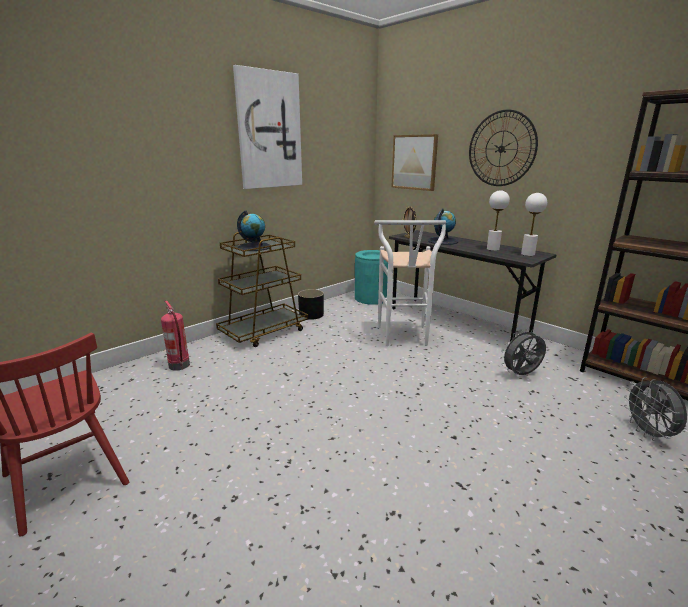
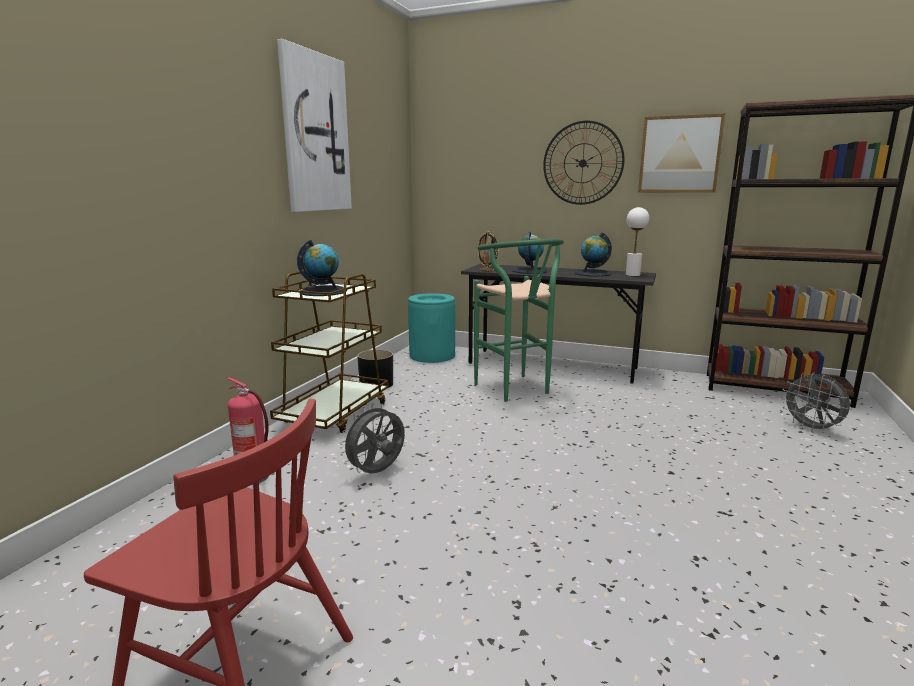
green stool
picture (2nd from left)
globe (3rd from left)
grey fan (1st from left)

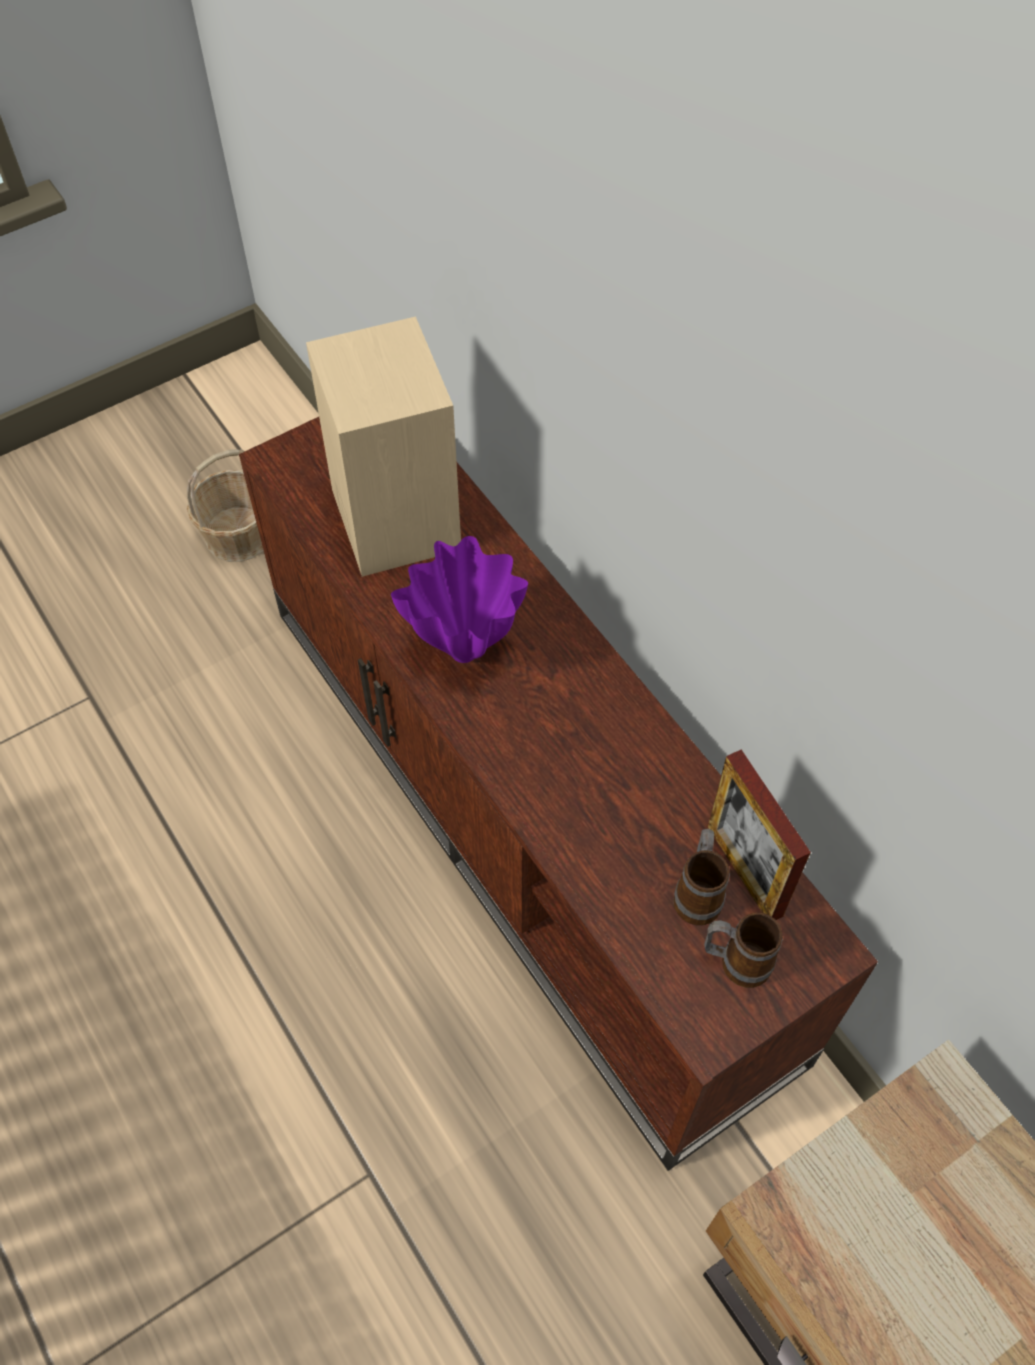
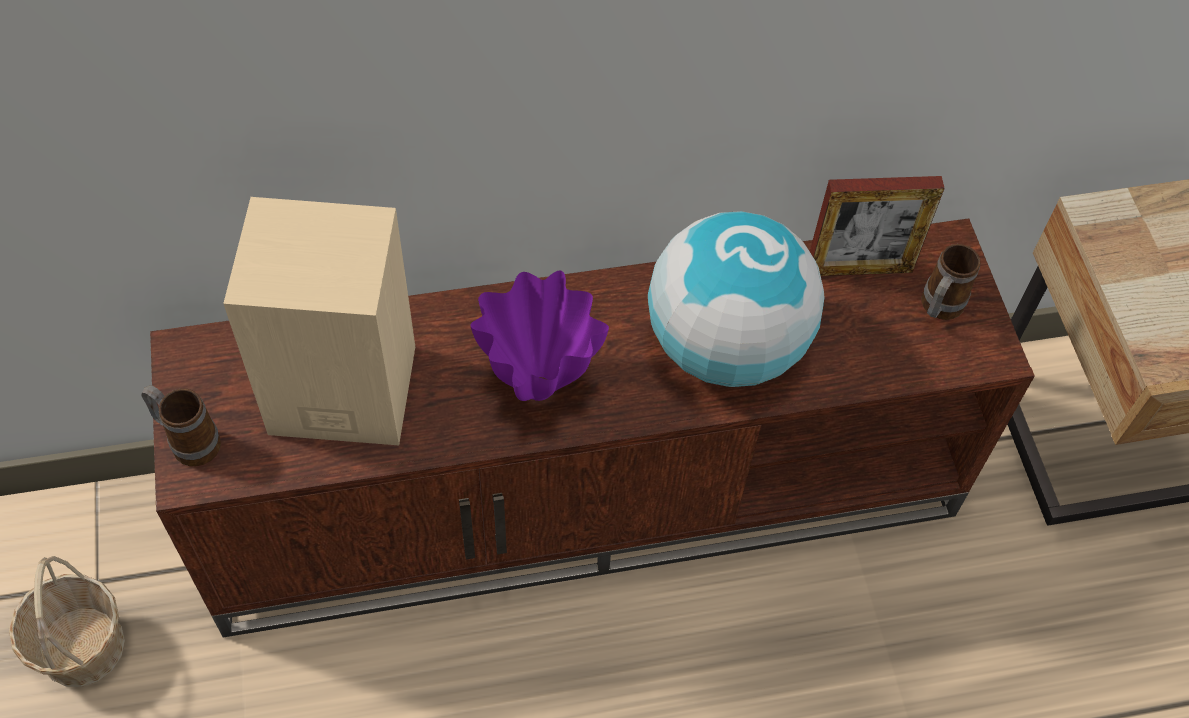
mug (1st from left)
globe

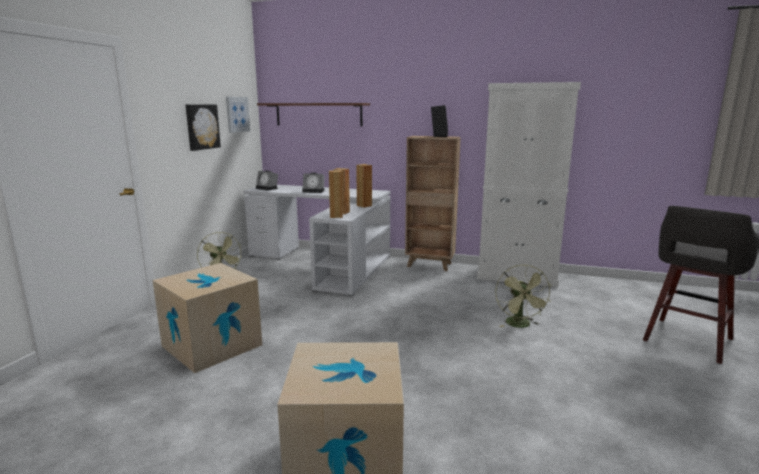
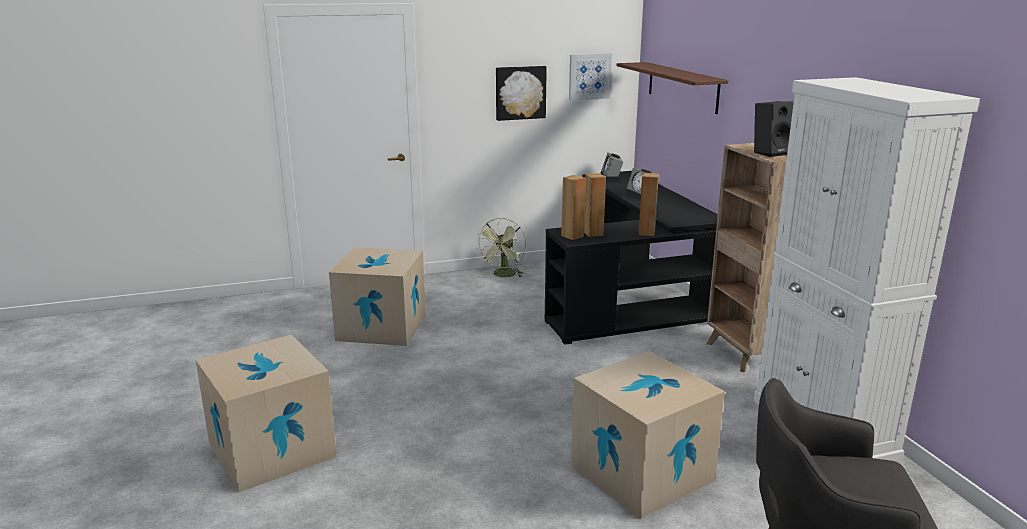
black desk
cardboard box (3rd from left)

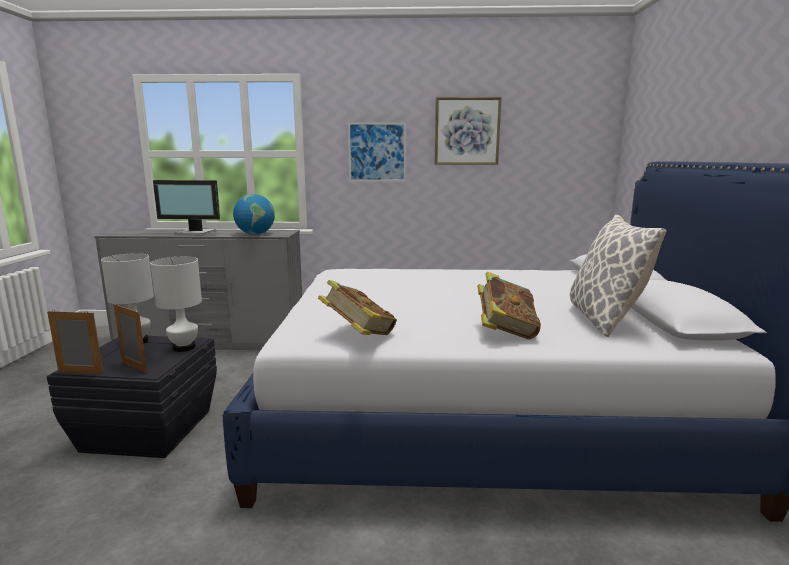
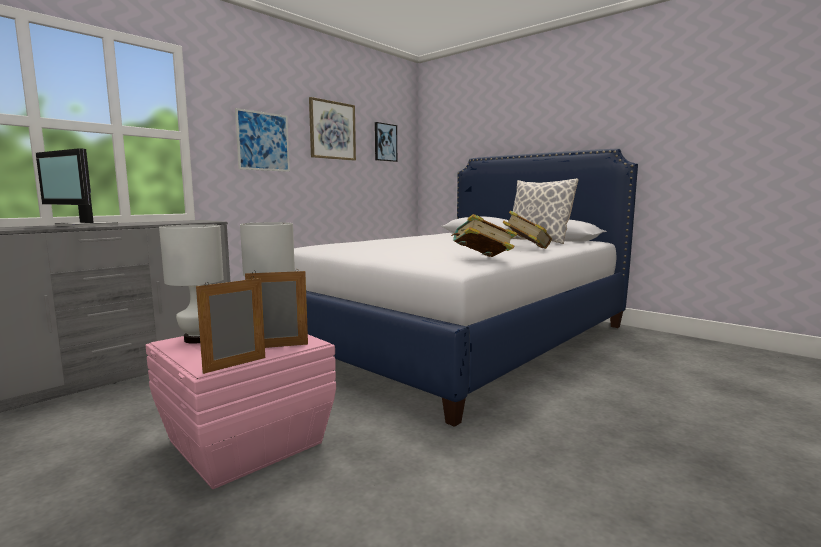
pink storage box
monitor
globe
picture (3rd from left)

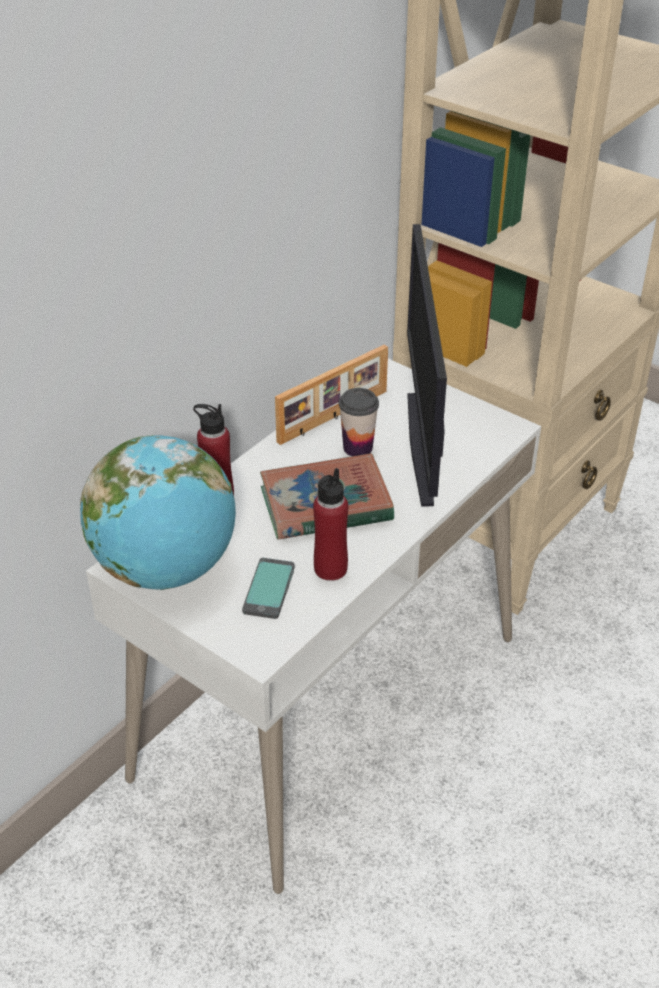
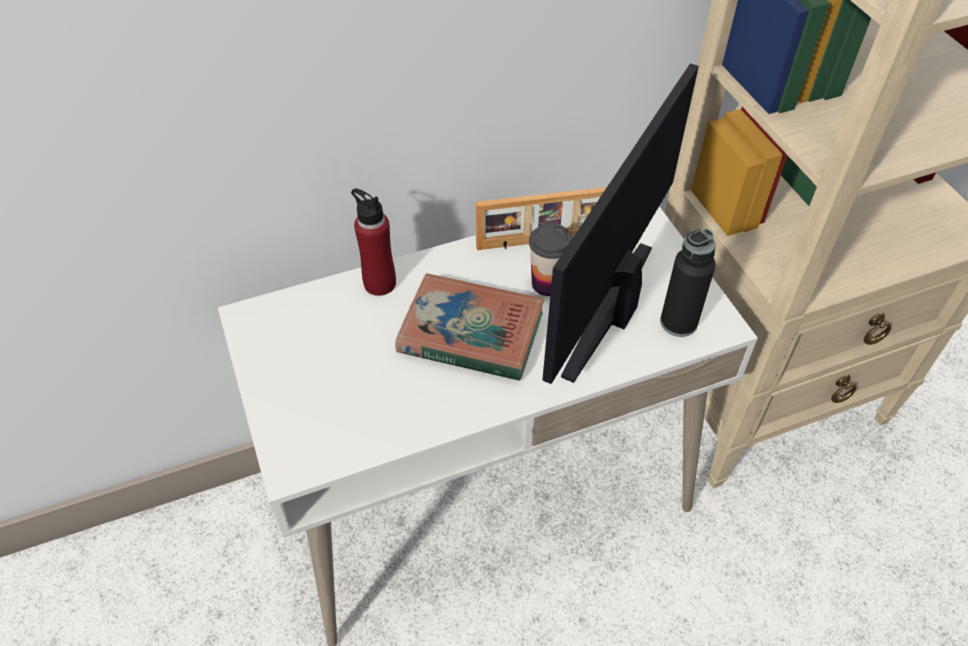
globe
phone
red bottle (2nd from left in the first image)
black bottle

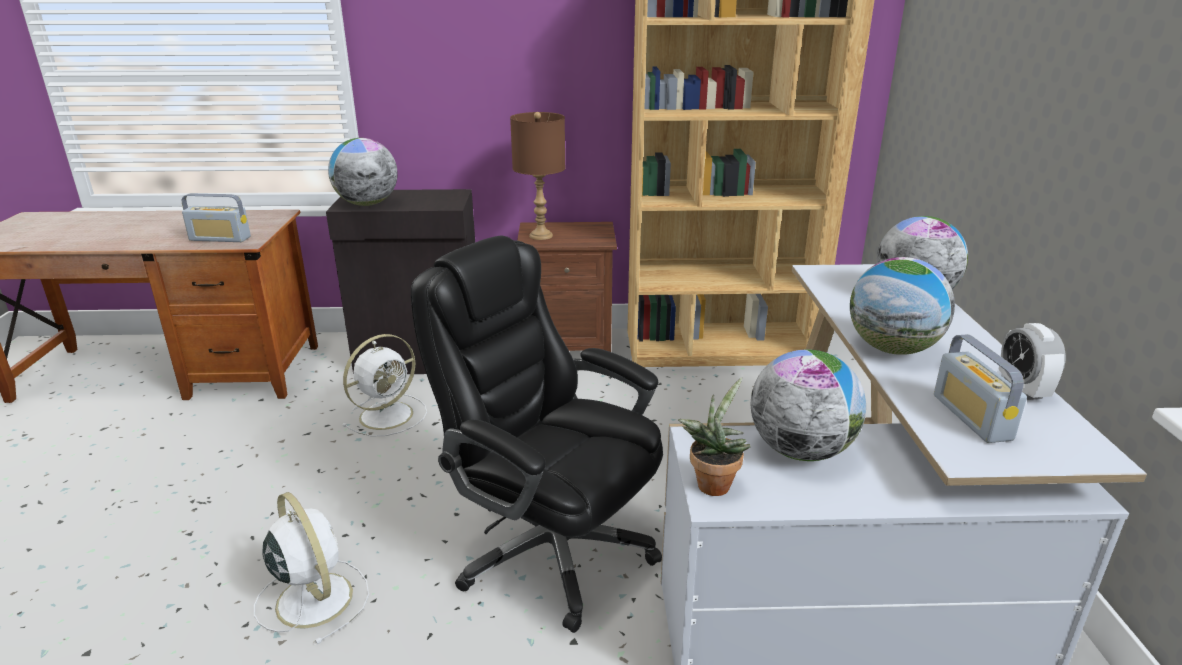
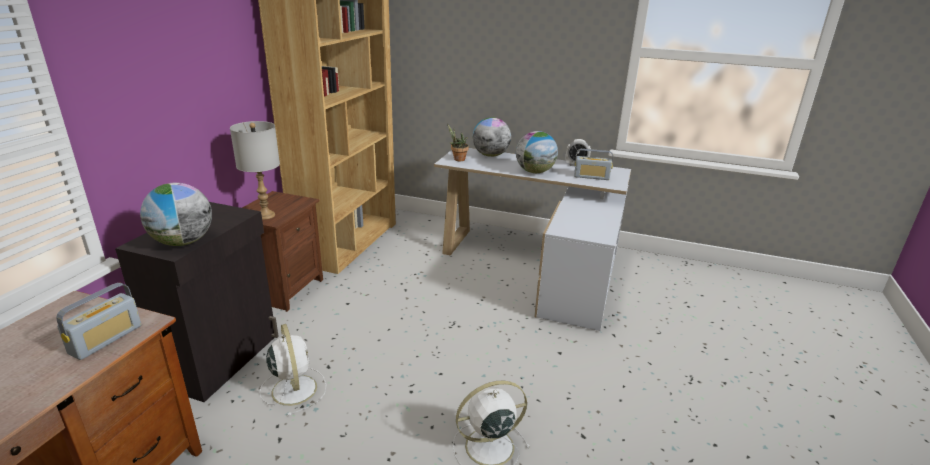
black office chair
grey table lamp
potted plant
globe (2nd from left in the first image)

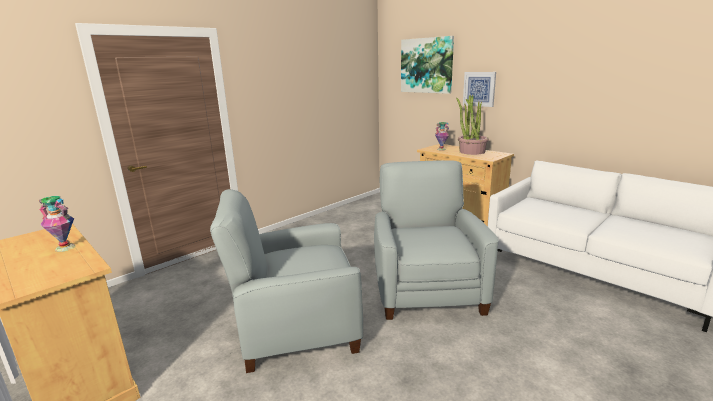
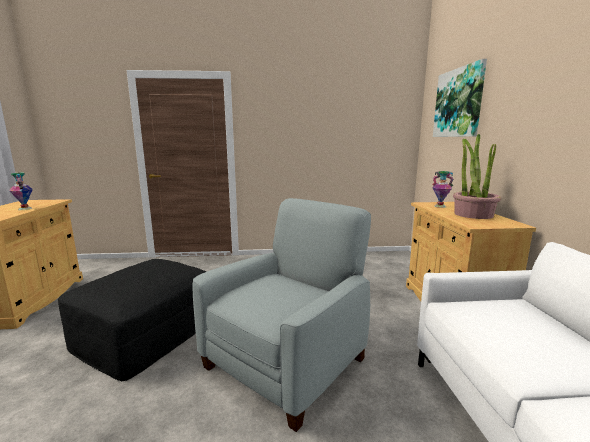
black ottoman
picture (2nd from left in the first image)

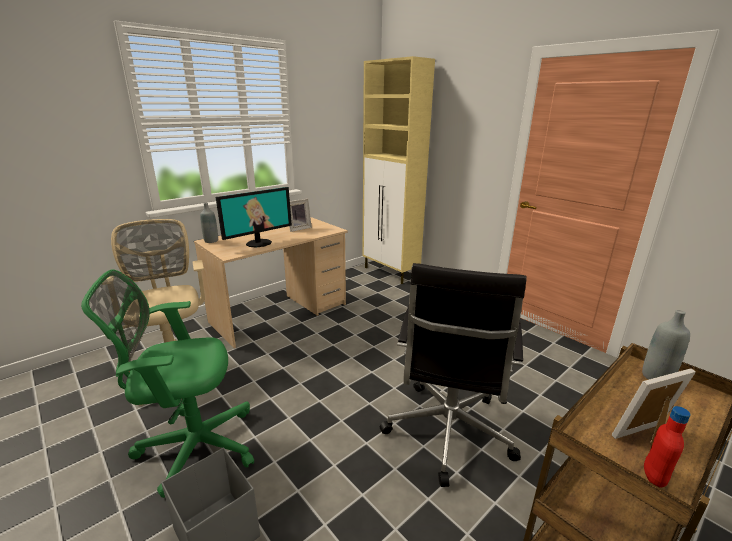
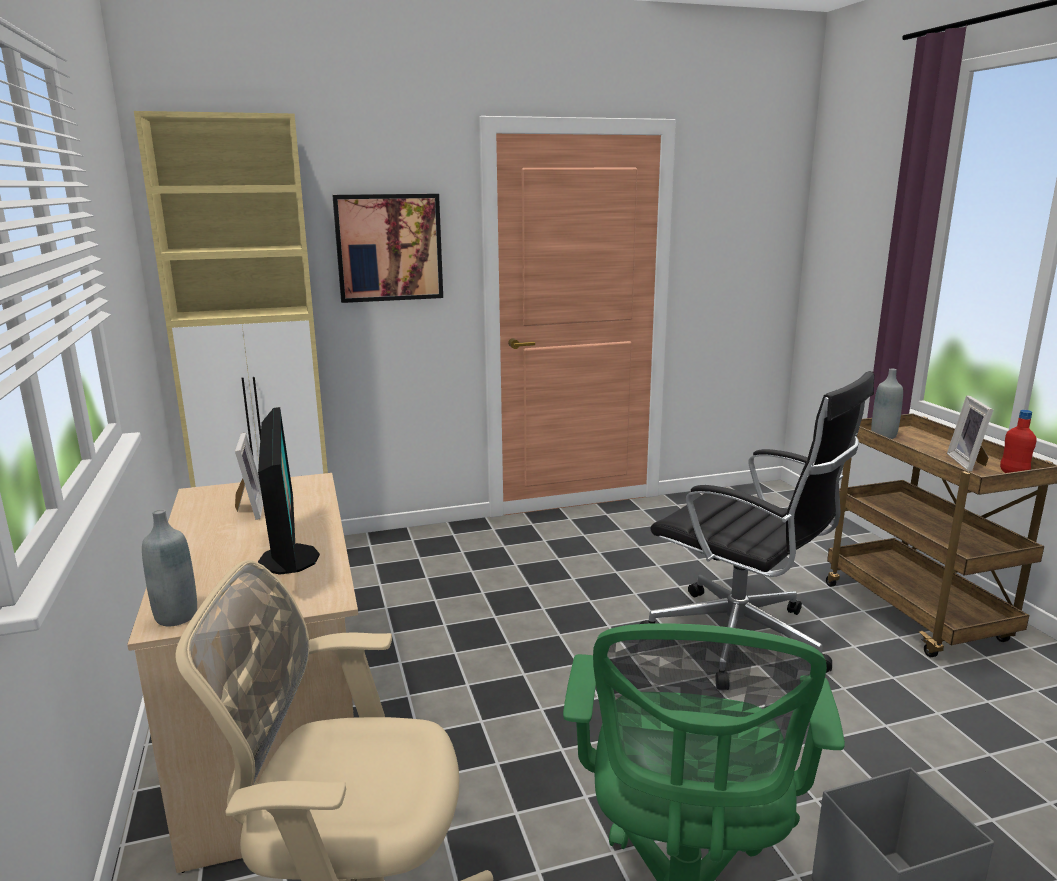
picture

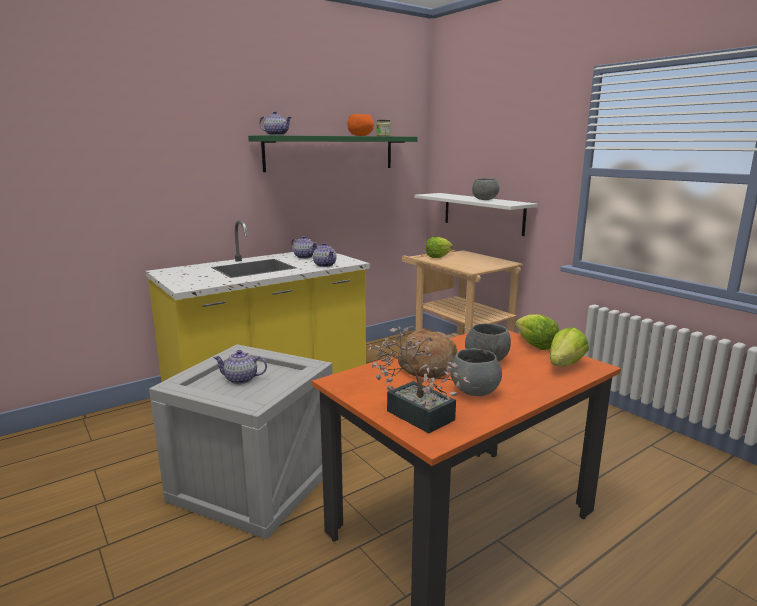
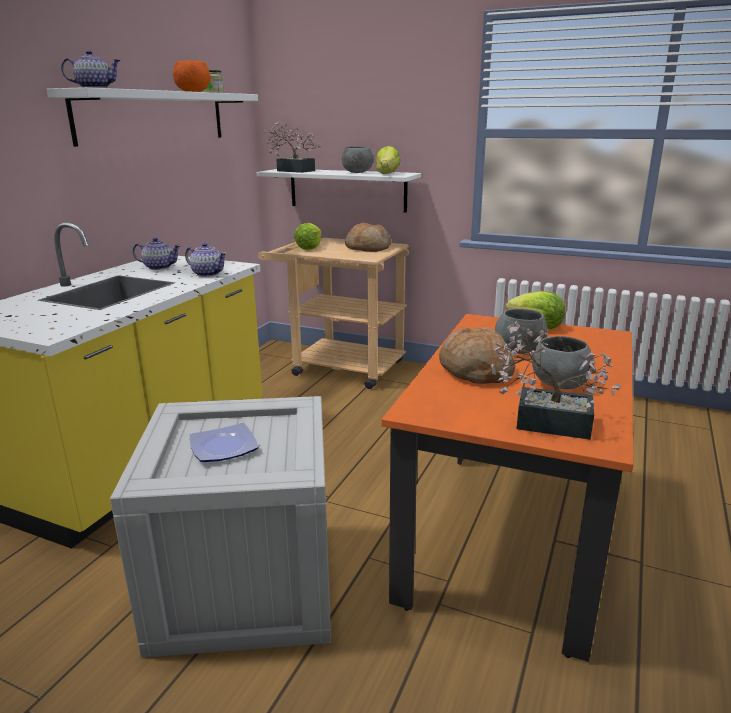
plate
white shelf (1st from left)
lettuce (2nd from left)
potted plant (1st from left)
bread (1st from left)

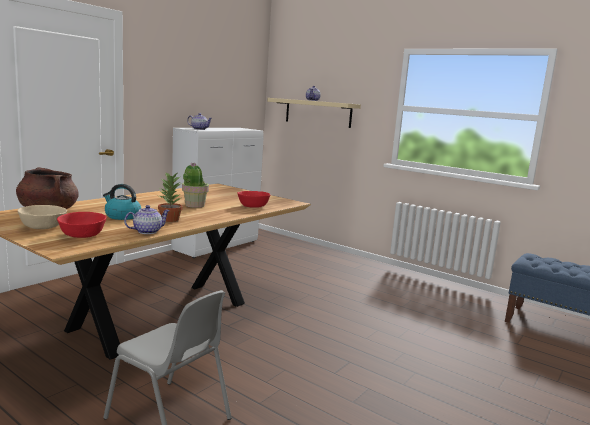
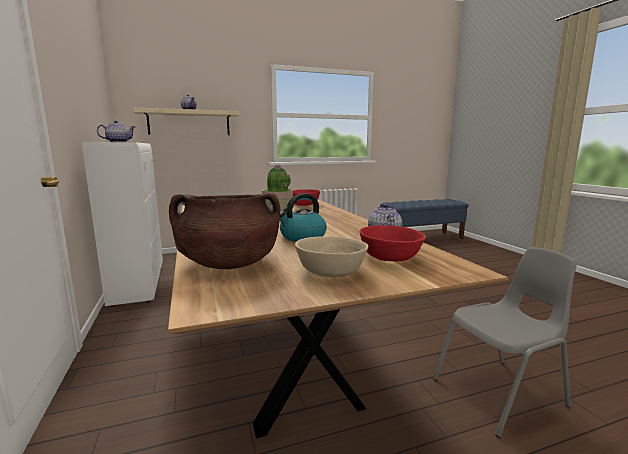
potted plant (1st from left in the first image)

